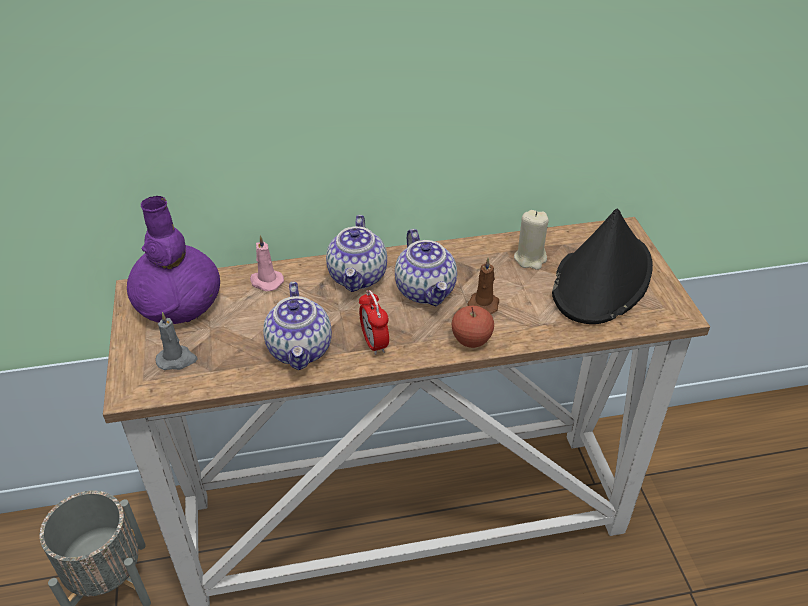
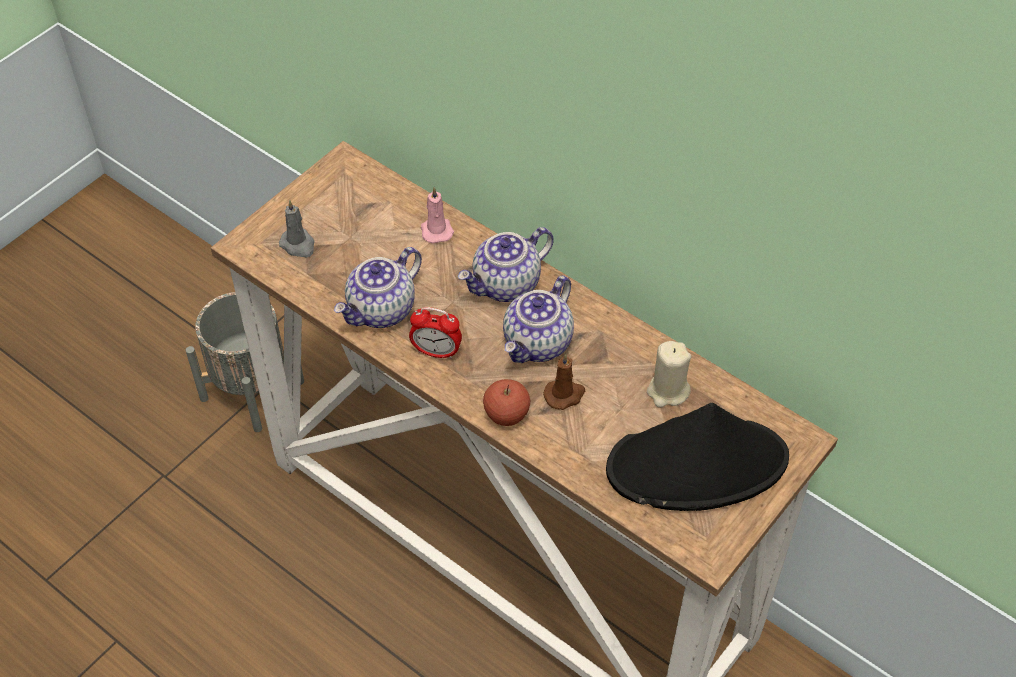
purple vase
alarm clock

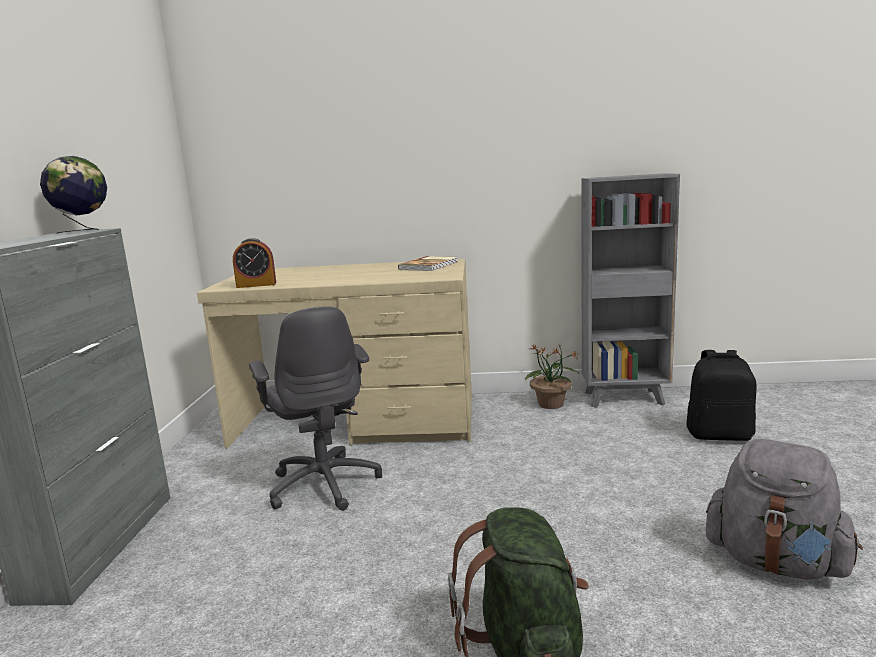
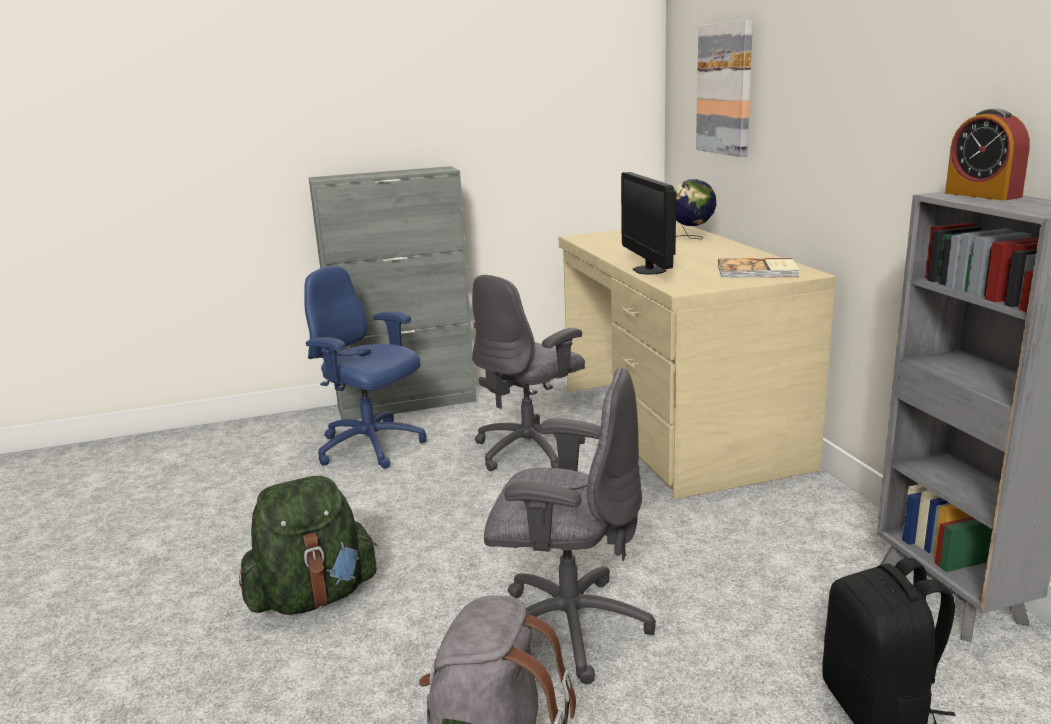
globe
alarm clock
potted plant
blue office chair
grey office chair (2nd from left)
monitor
picture

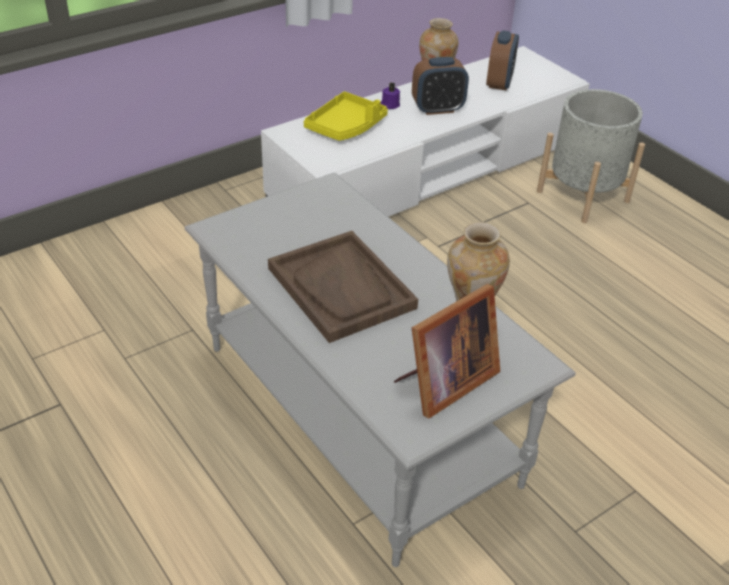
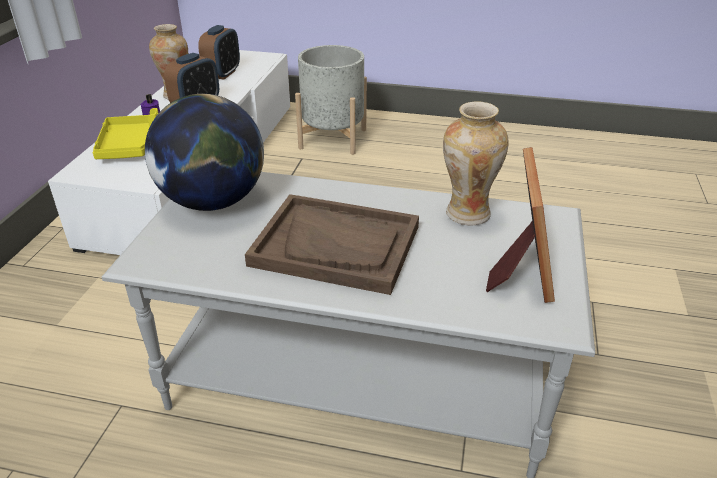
alarm clock (2nd from left)
globe

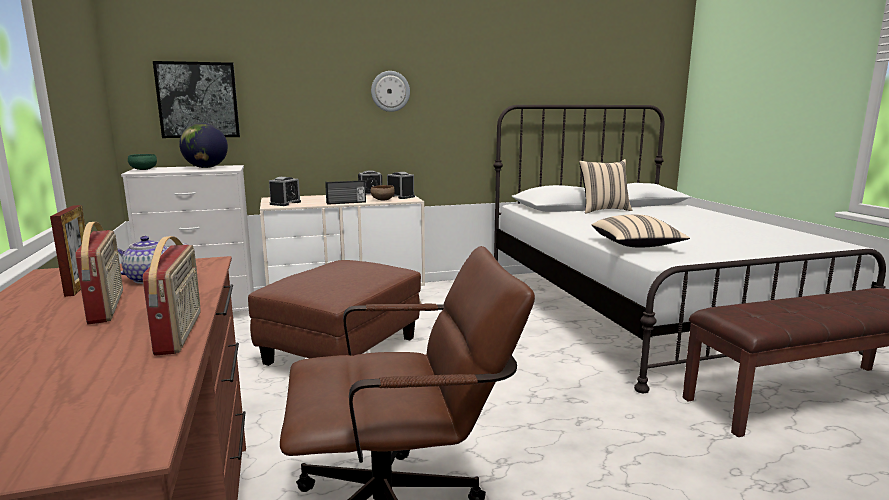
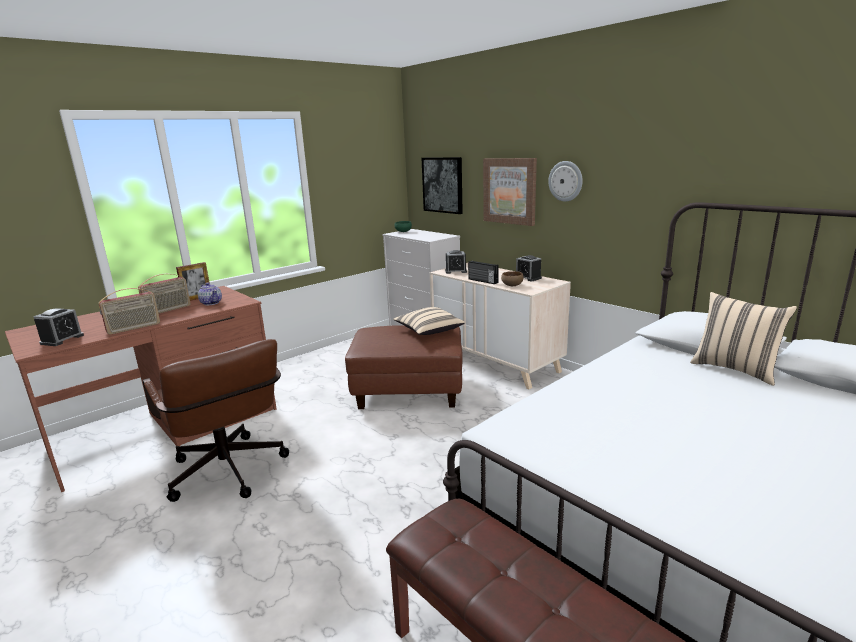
globe
alarm clock (1st from left)
beige pillow (1st from left)
picture (2nd from left)

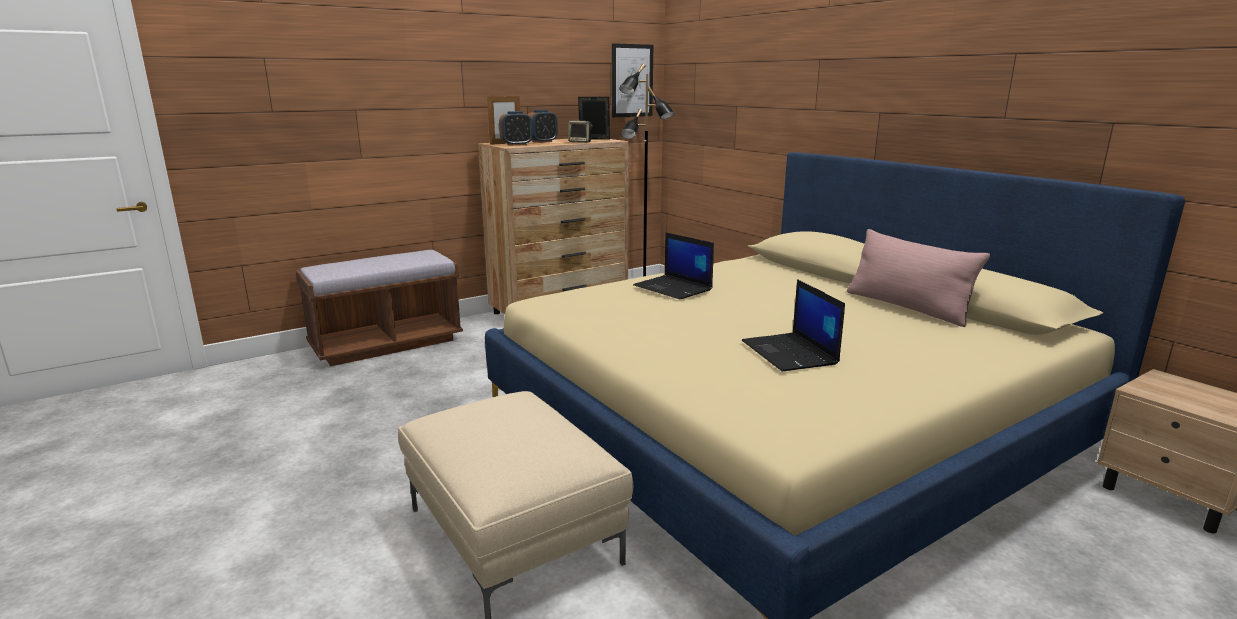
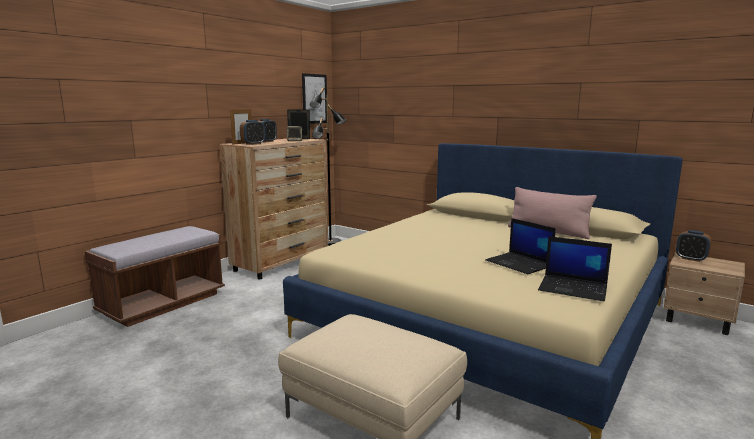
laptop (2nd from left)
alarm clock (3rd from left)

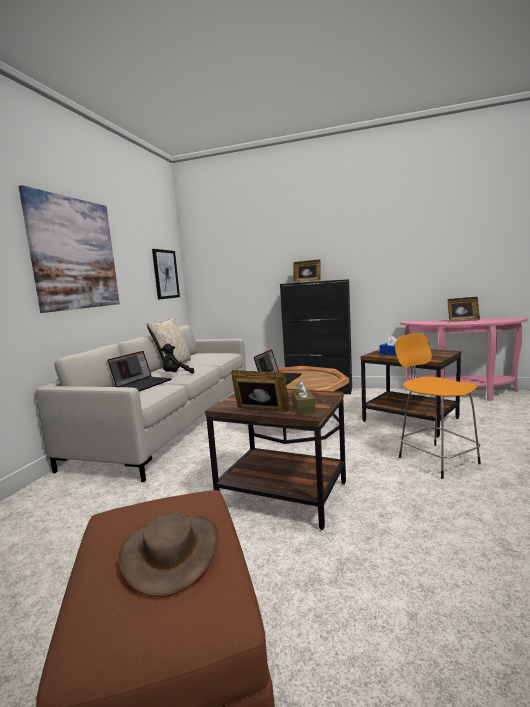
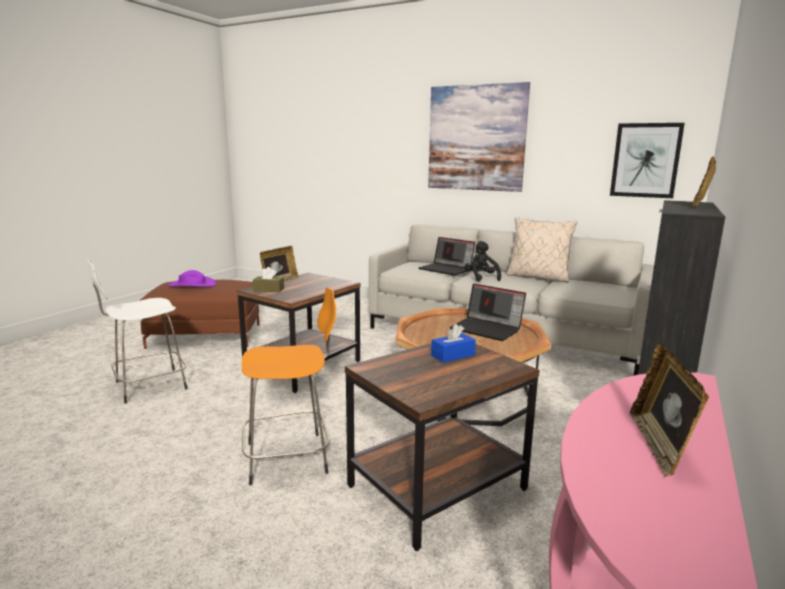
purple hat
white stool

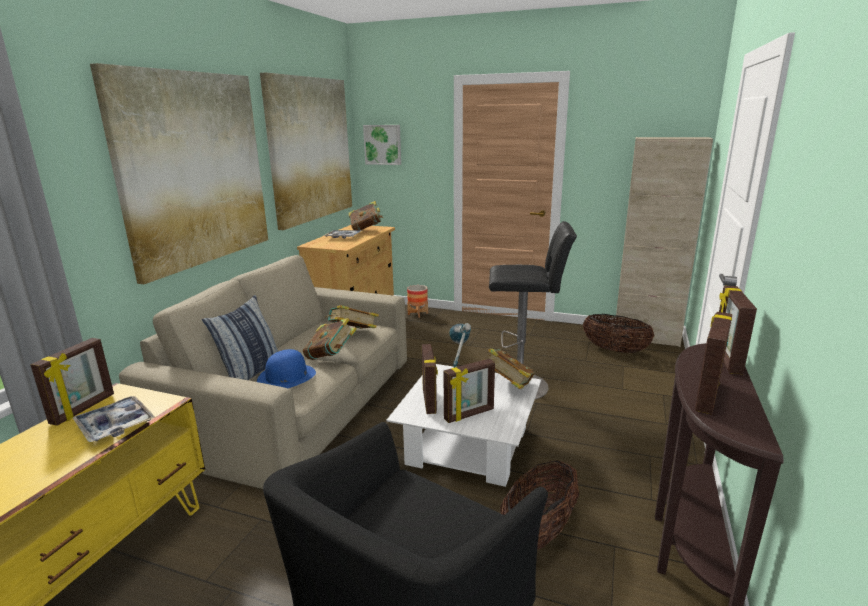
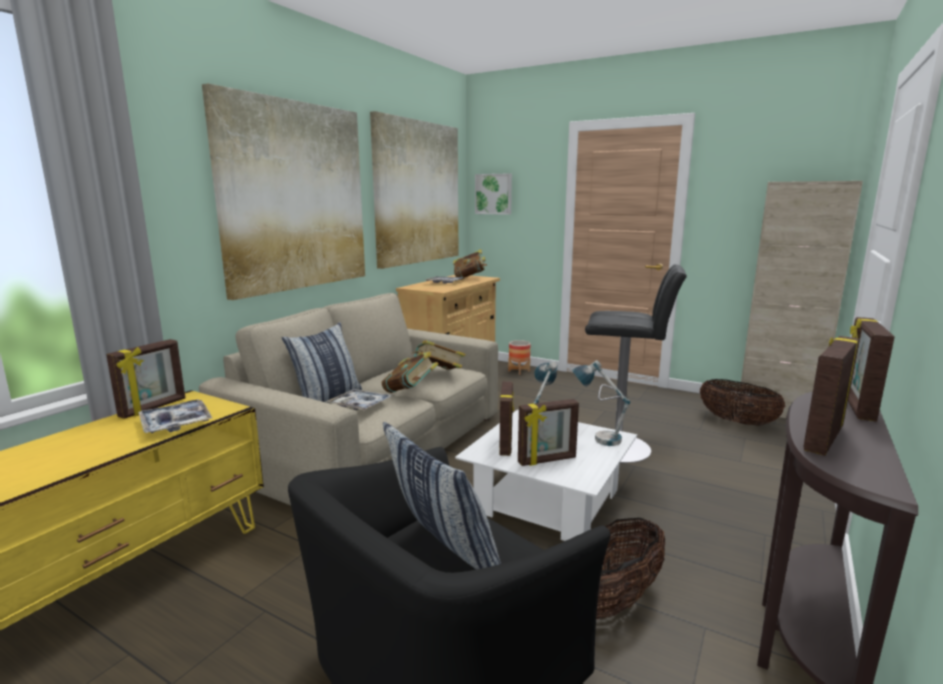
tray (2nd from left)
table lamp (2nd from left)
pillow (2nd from left)

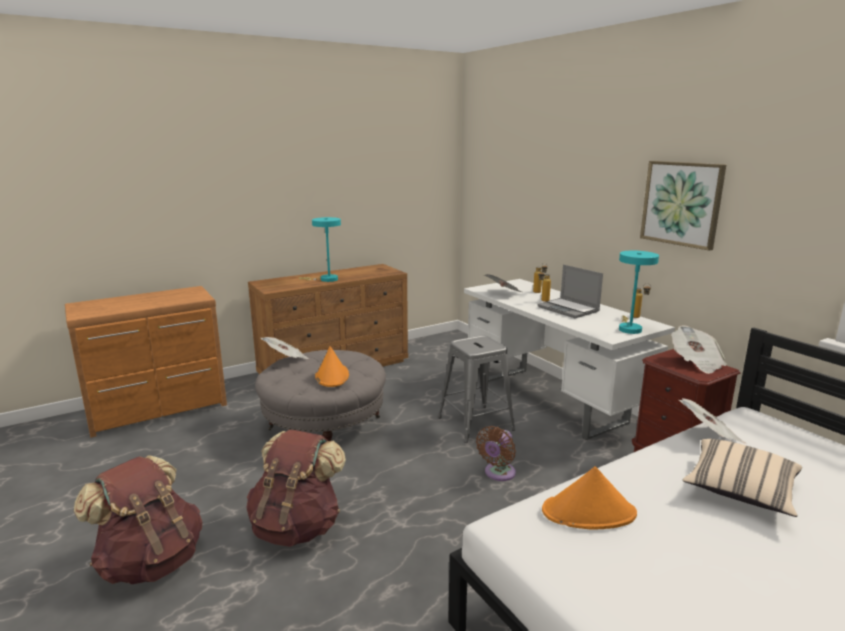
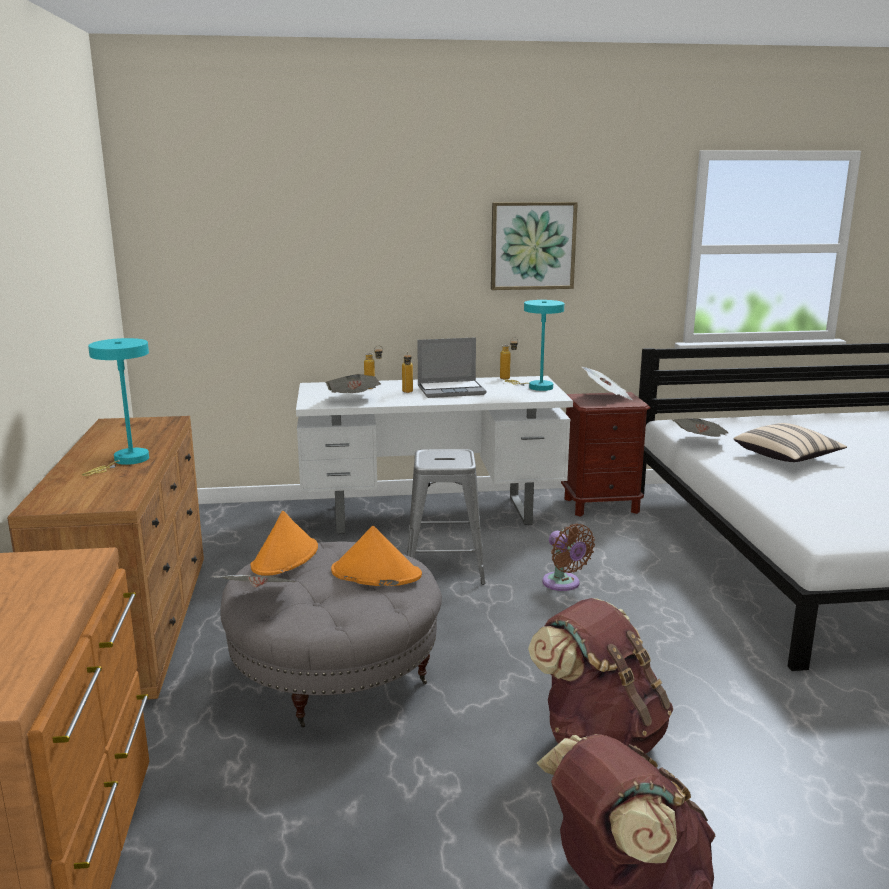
orange hat (1st from left)

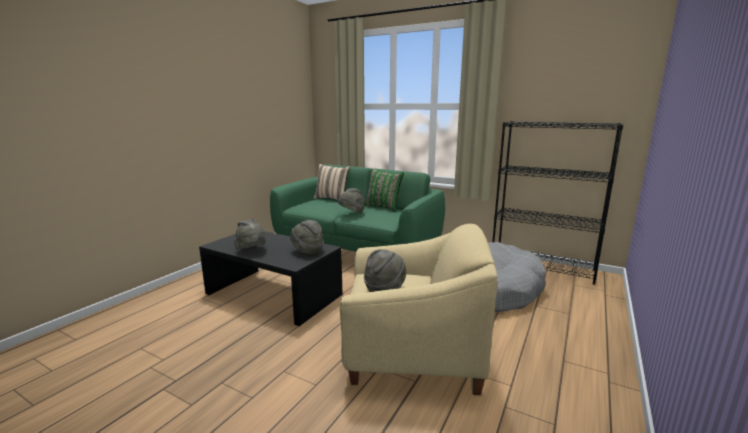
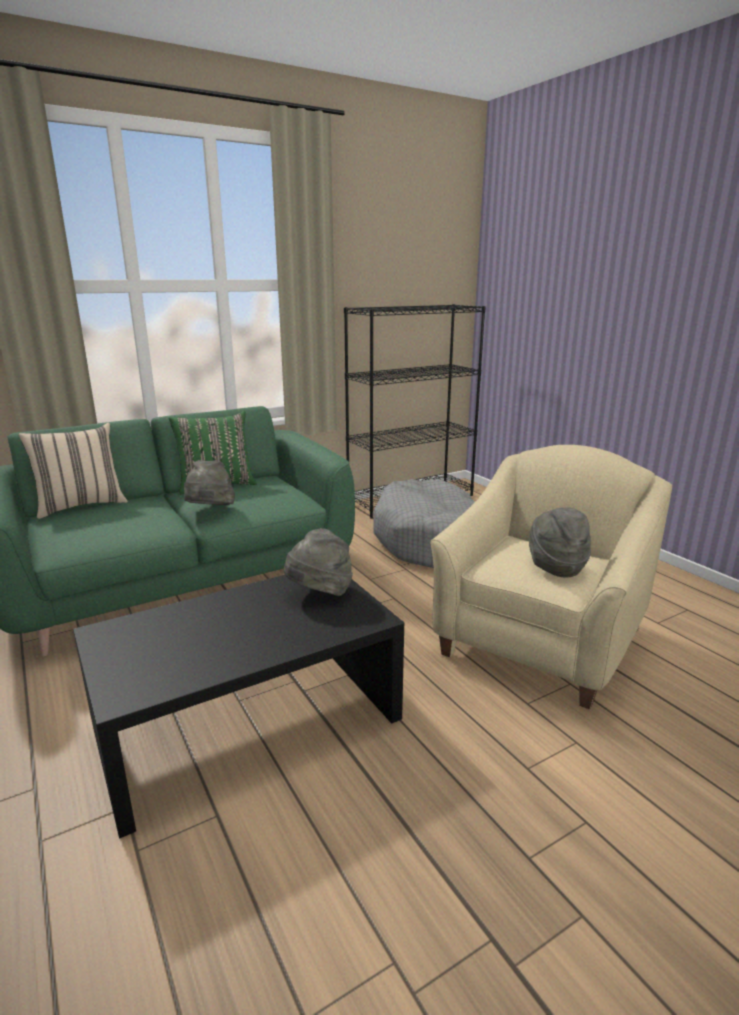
grey hat (1st from left in the first image)

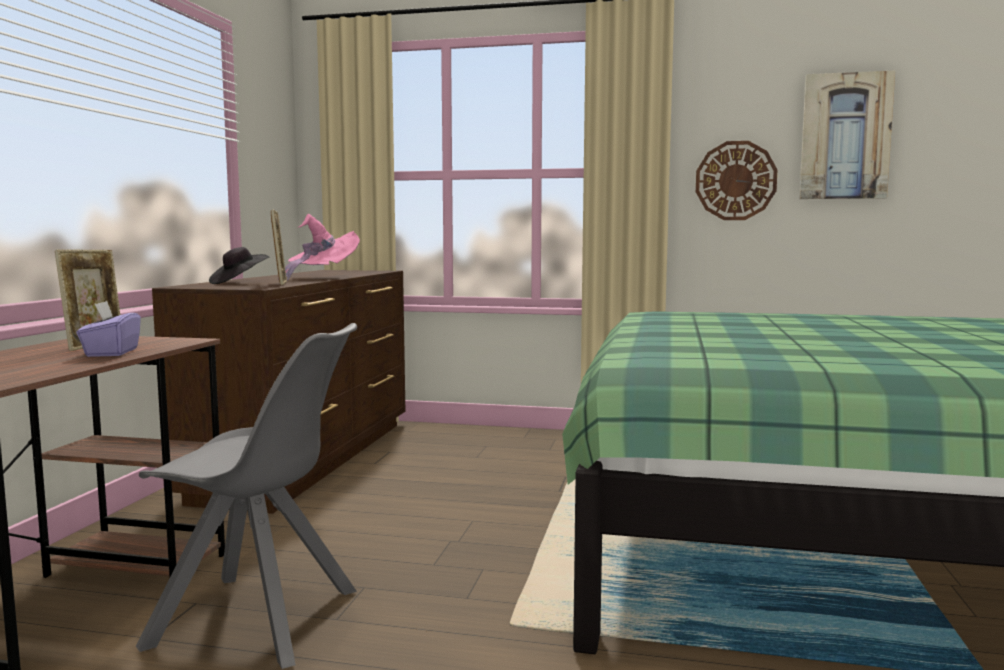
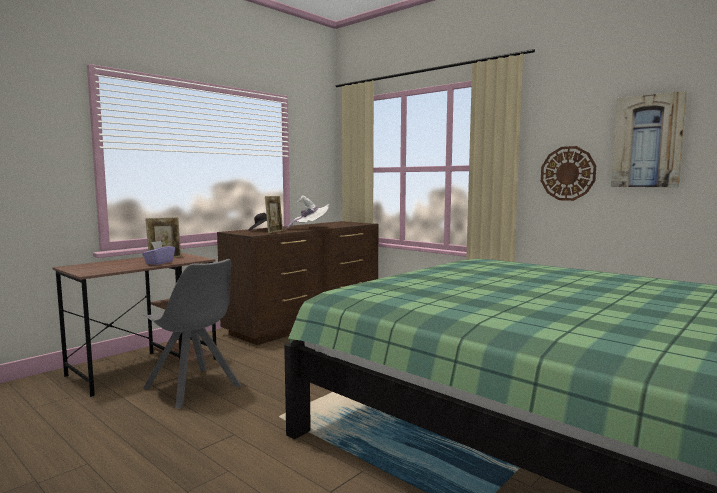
white hat

